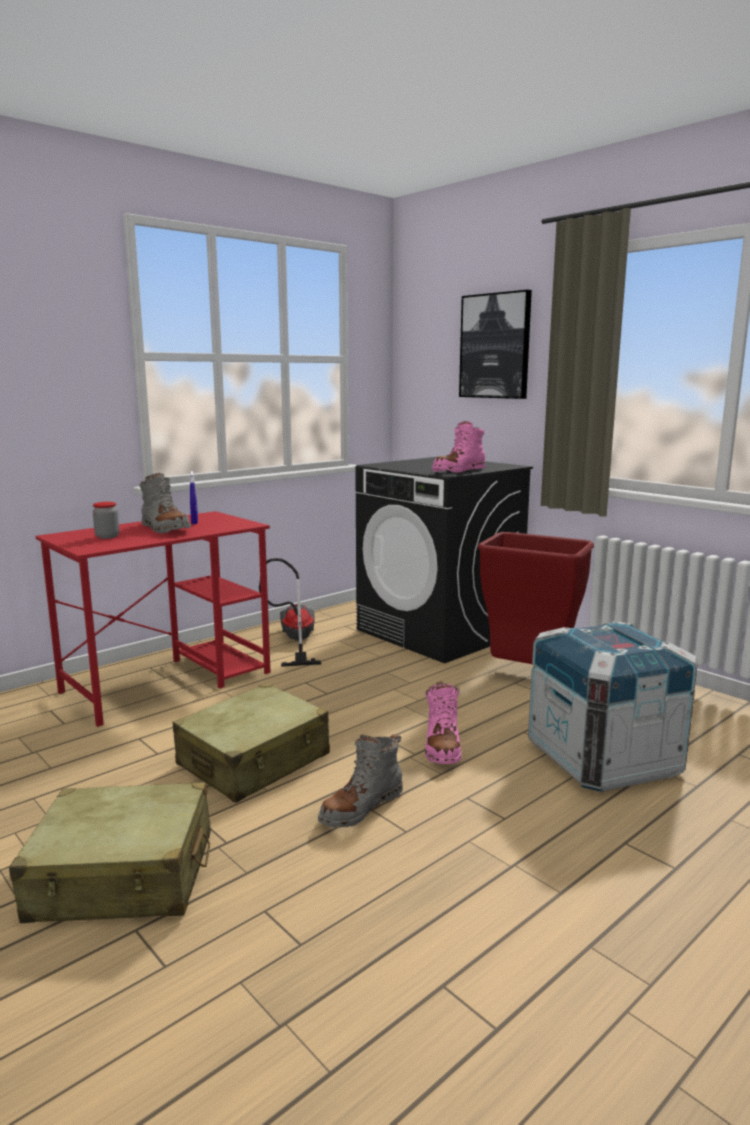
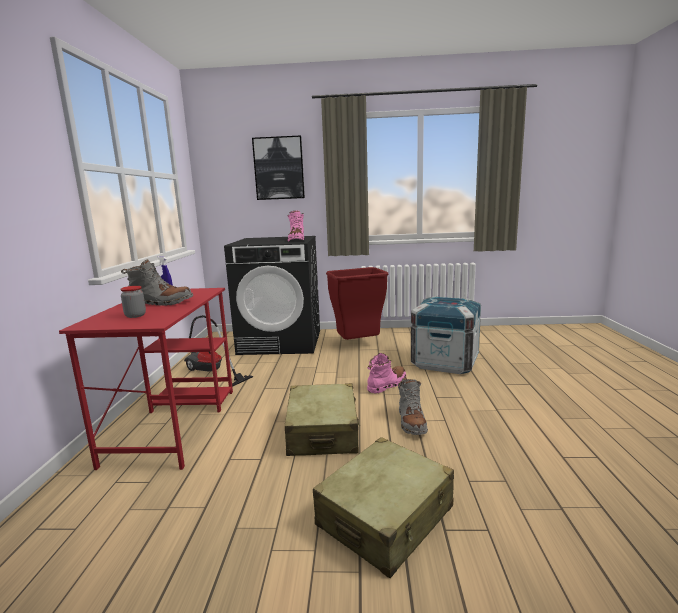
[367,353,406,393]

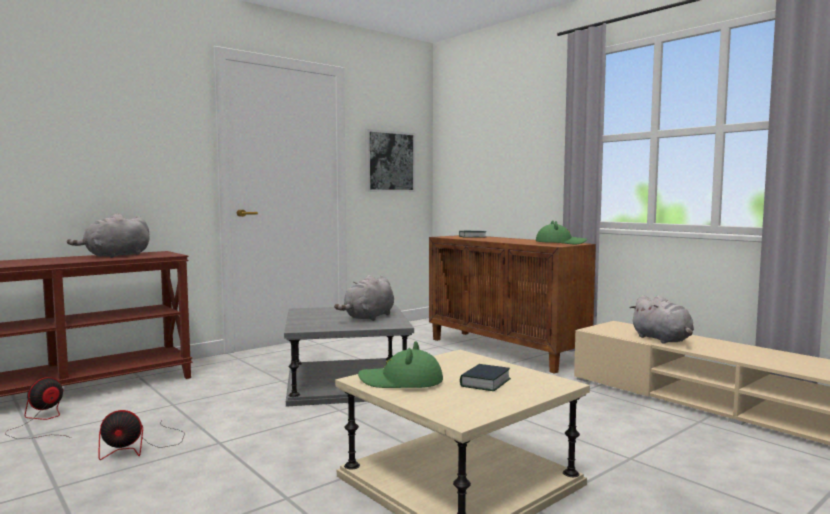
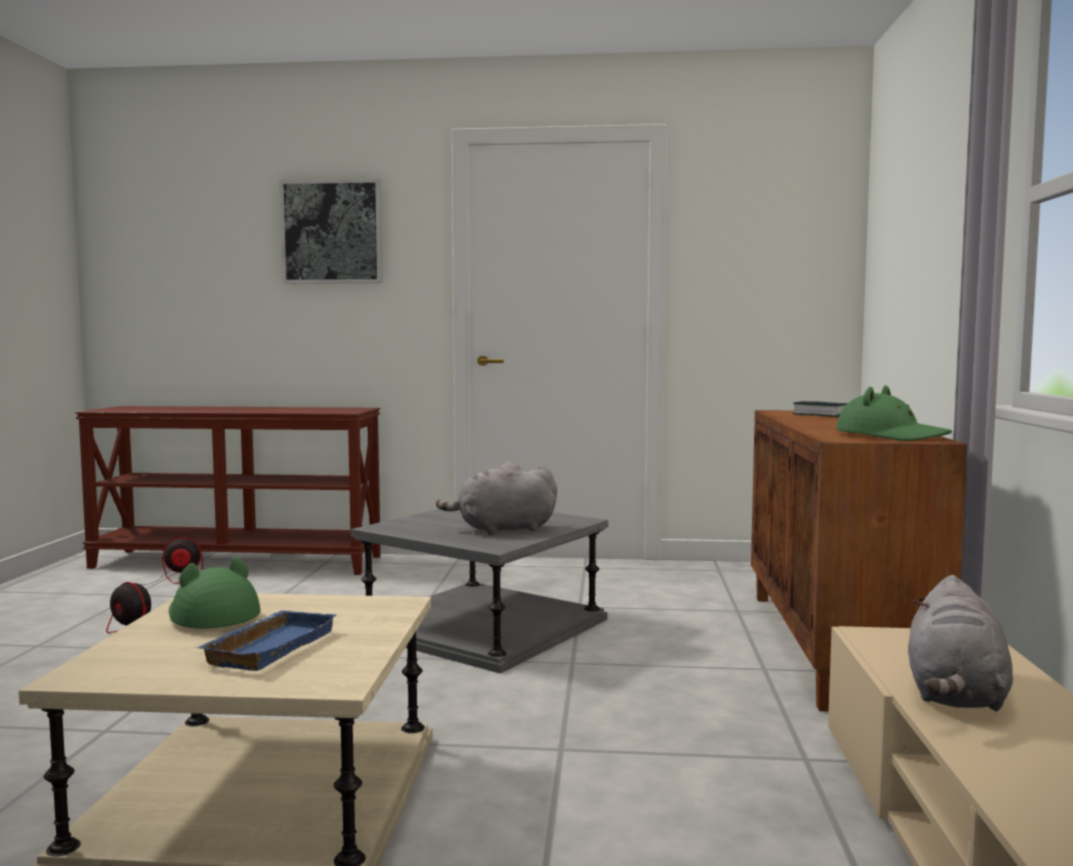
[195,610,336,671]
[279,178,383,284]
[67,214,150,258] (first image)

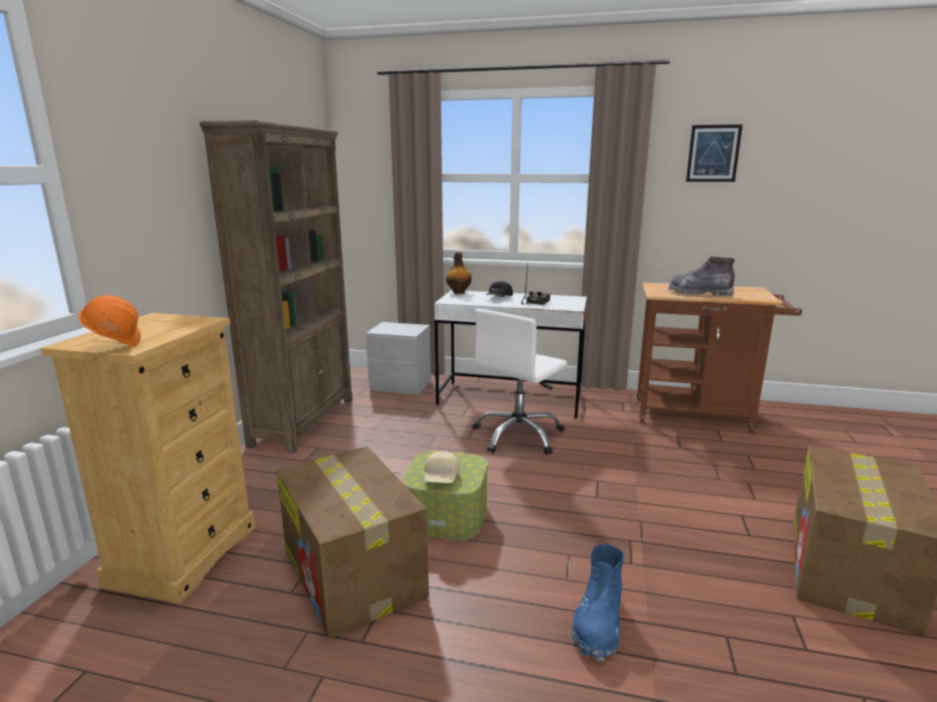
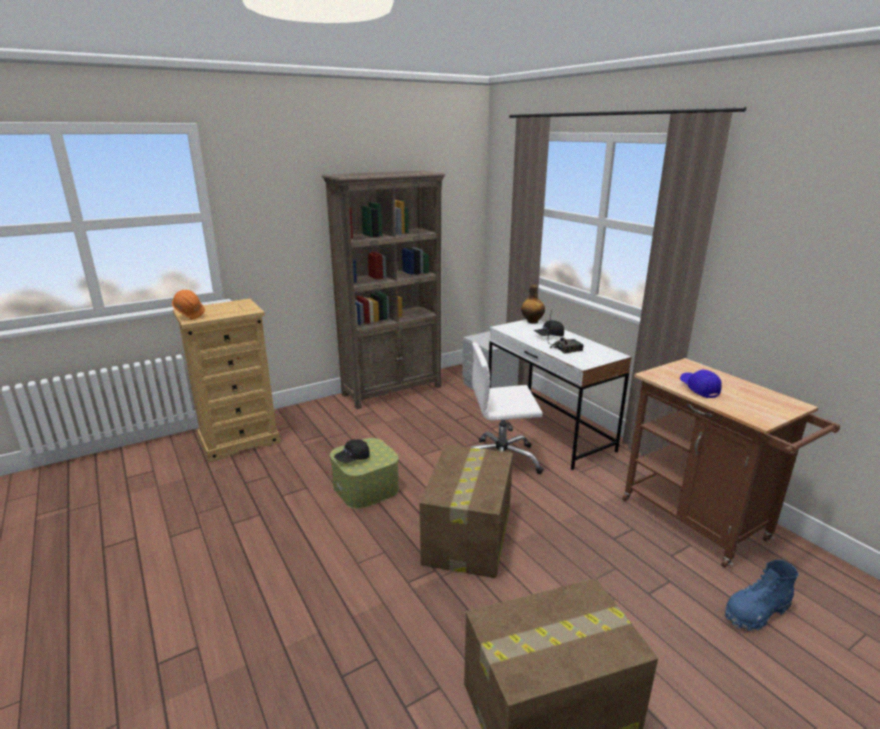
[334,439,370,463]
[419,445,513,578]
[680,370,722,398]
[725,560,798,631]
[686,124,743,182] (first image)

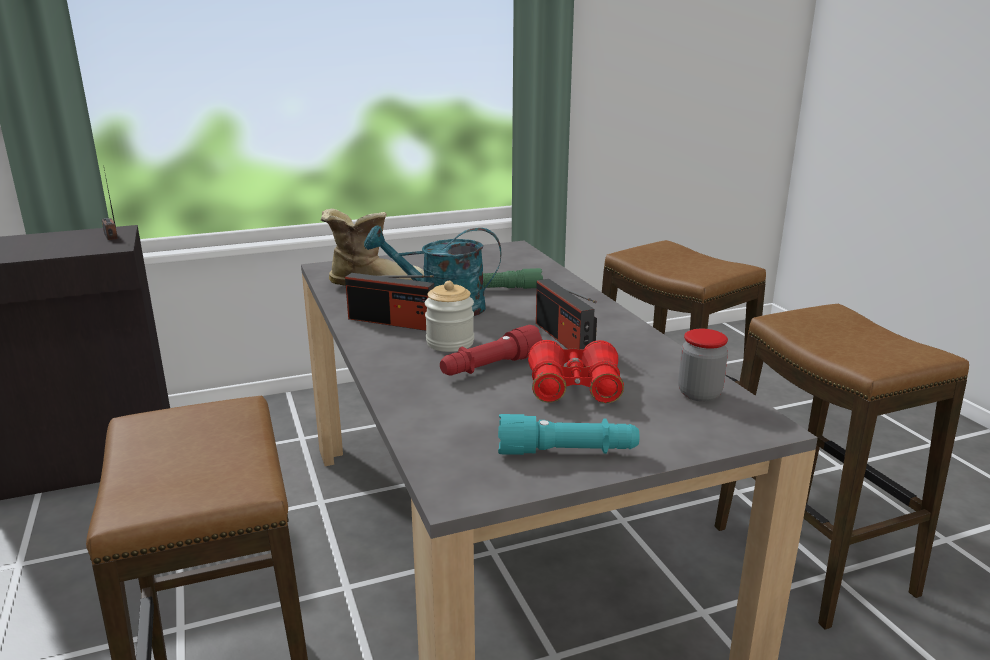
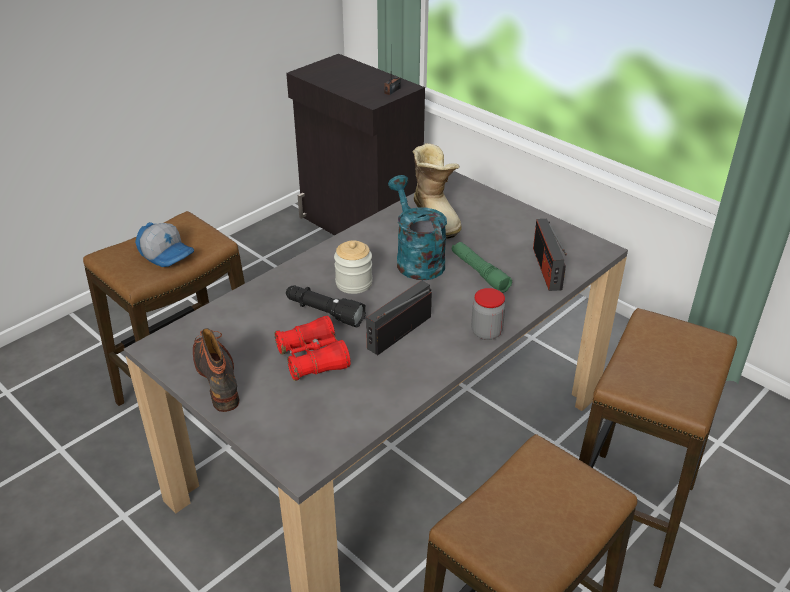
[135,222,194,267]
[193,328,239,412]
[286,285,366,327]
[471,288,505,340]
[533,219,567,291]

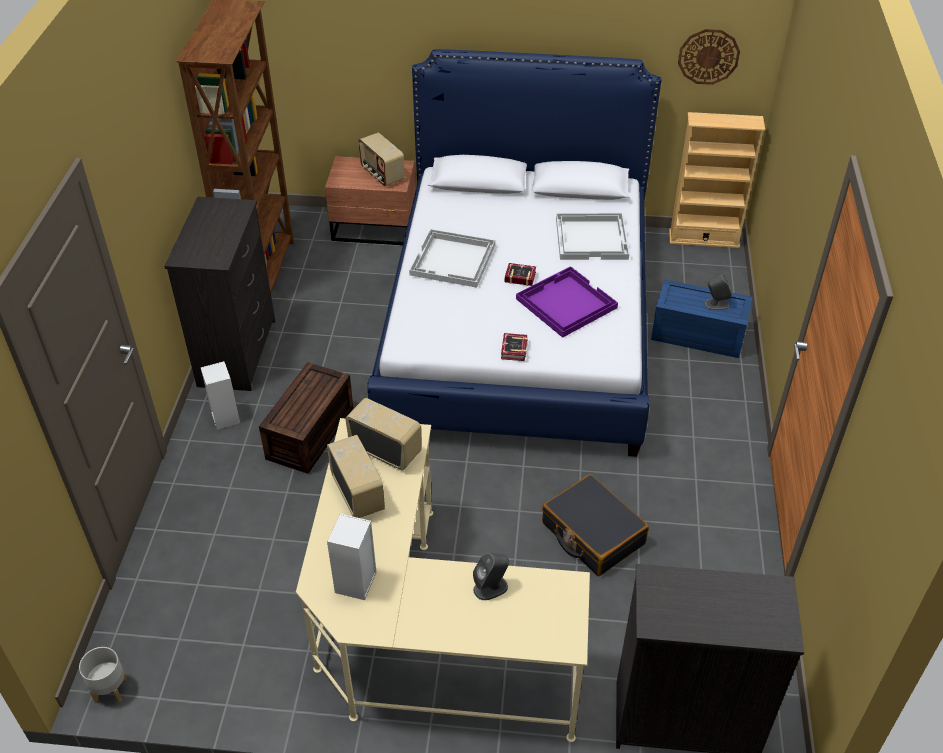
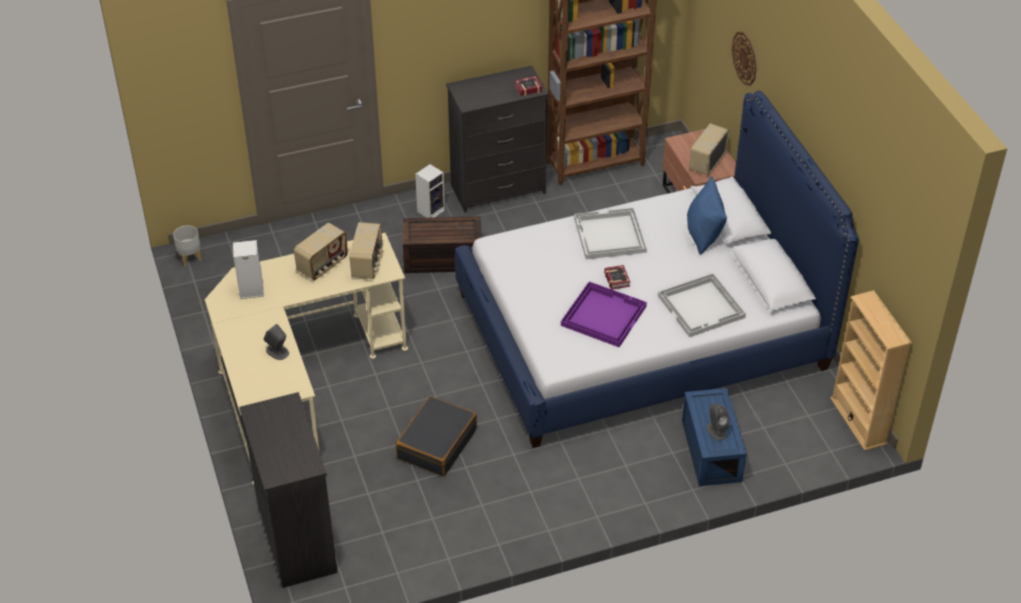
[515,76,543,96]
[687,176,727,255]
[732,32,757,86]

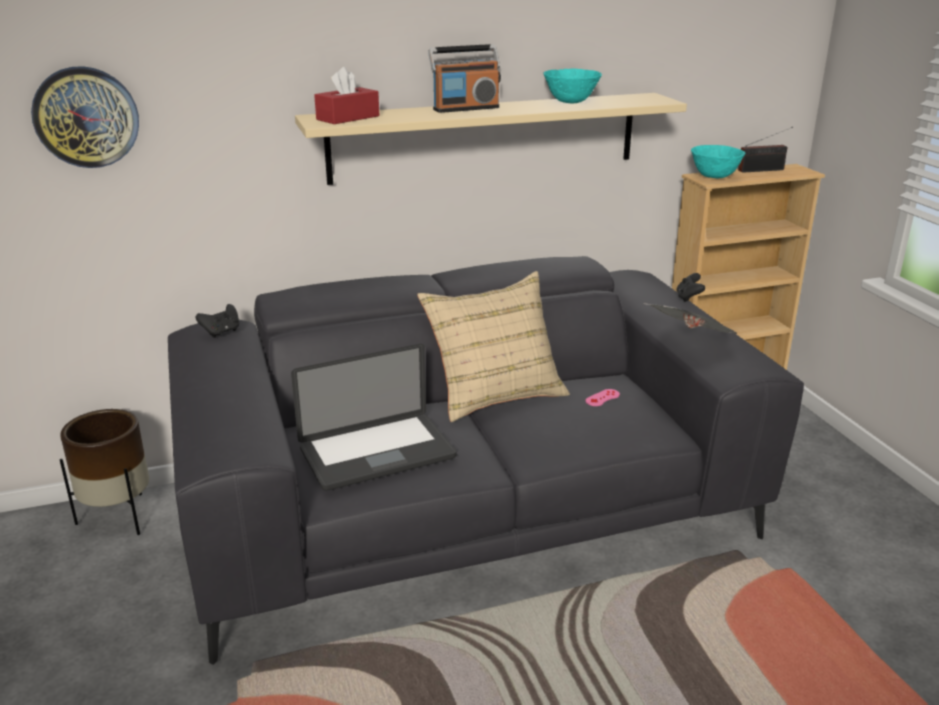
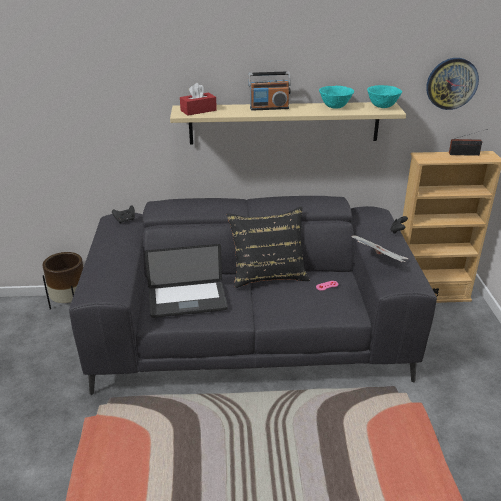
[227,206,310,288]
[367,85,402,108]
[426,58,479,110]

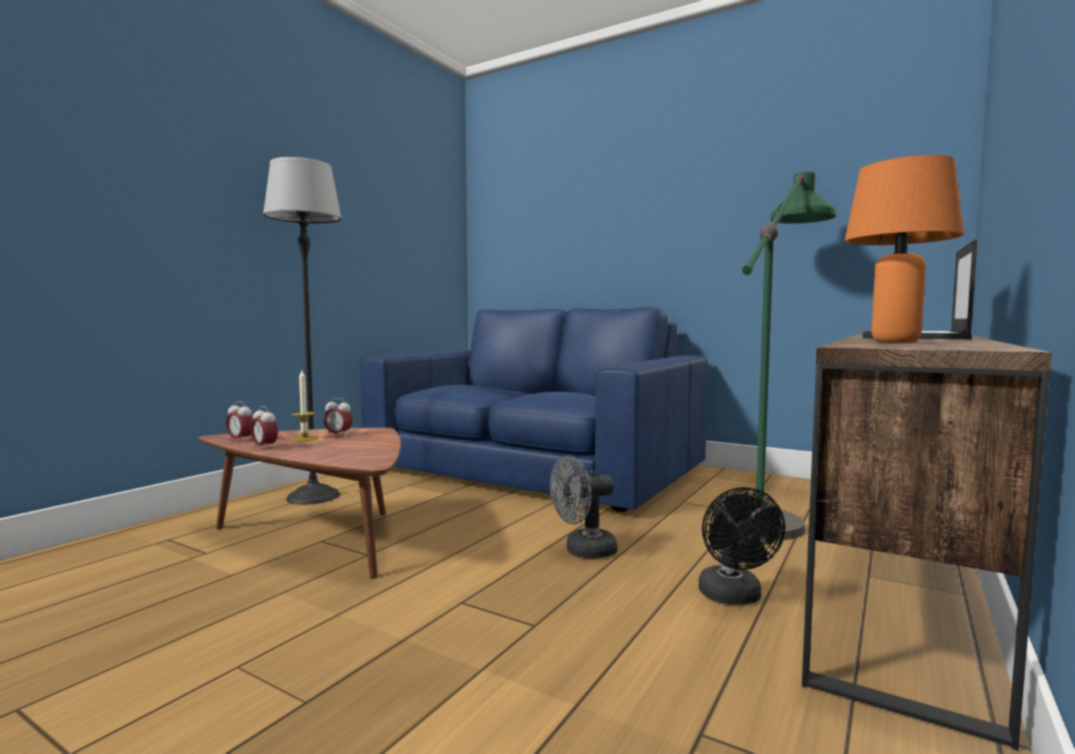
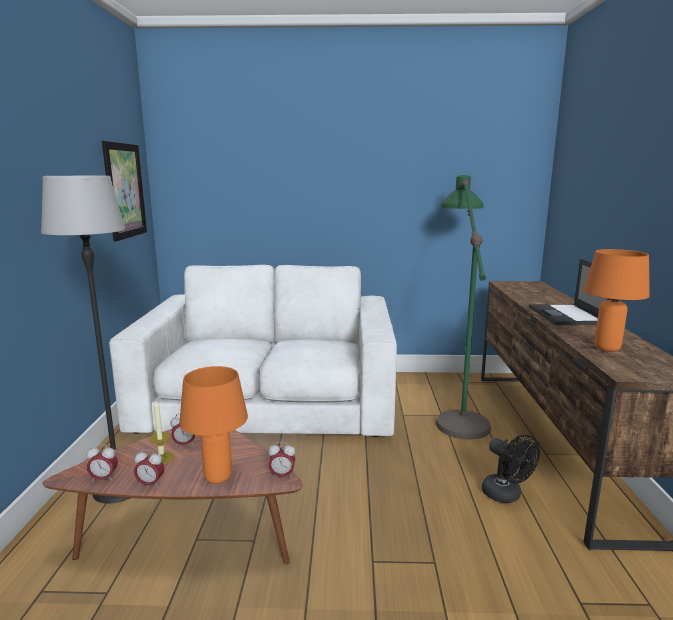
[102,141,147,242]
[109,265,397,437]
[180,366,248,484]
[268,442,295,479]
[550,456,618,559] (first image)

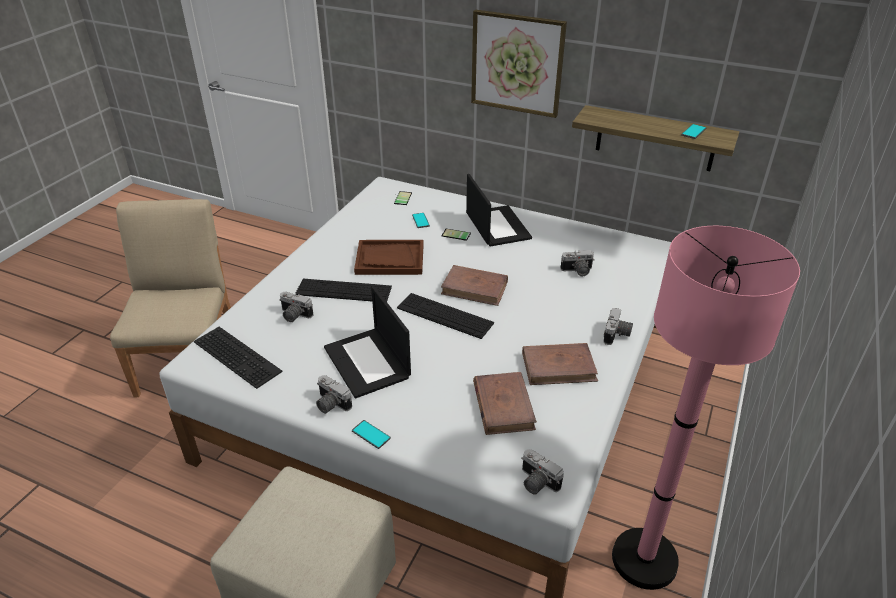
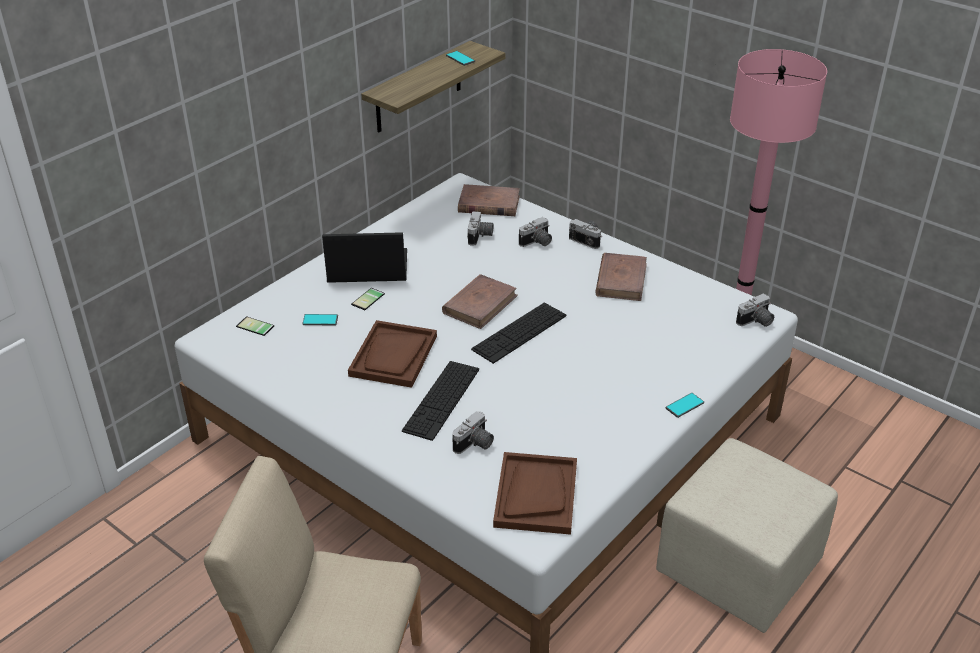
[458,184,520,216]
[493,452,577,535]
[519,217,552,247]
[324,286,411,399] (first image)
[471,10,567,118] (first image)

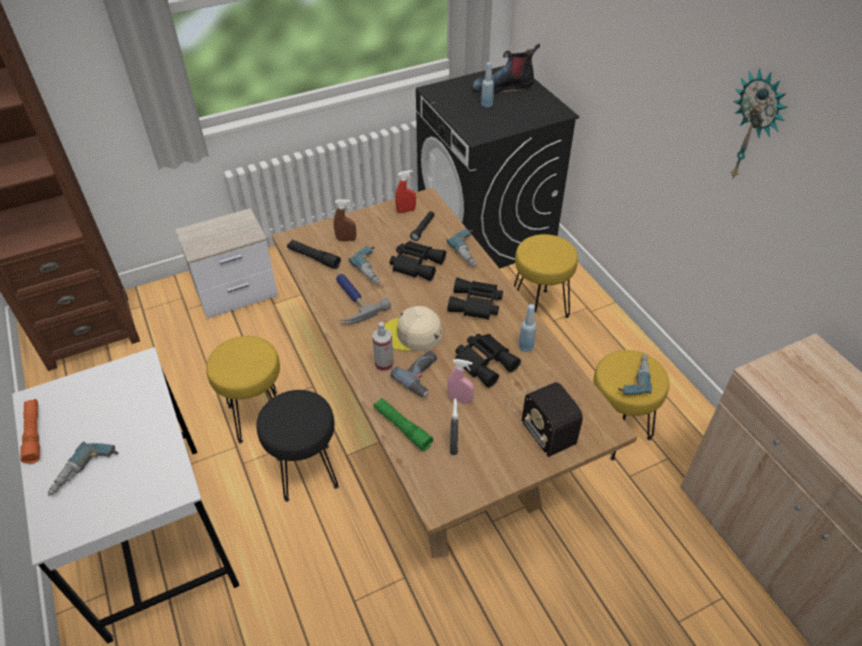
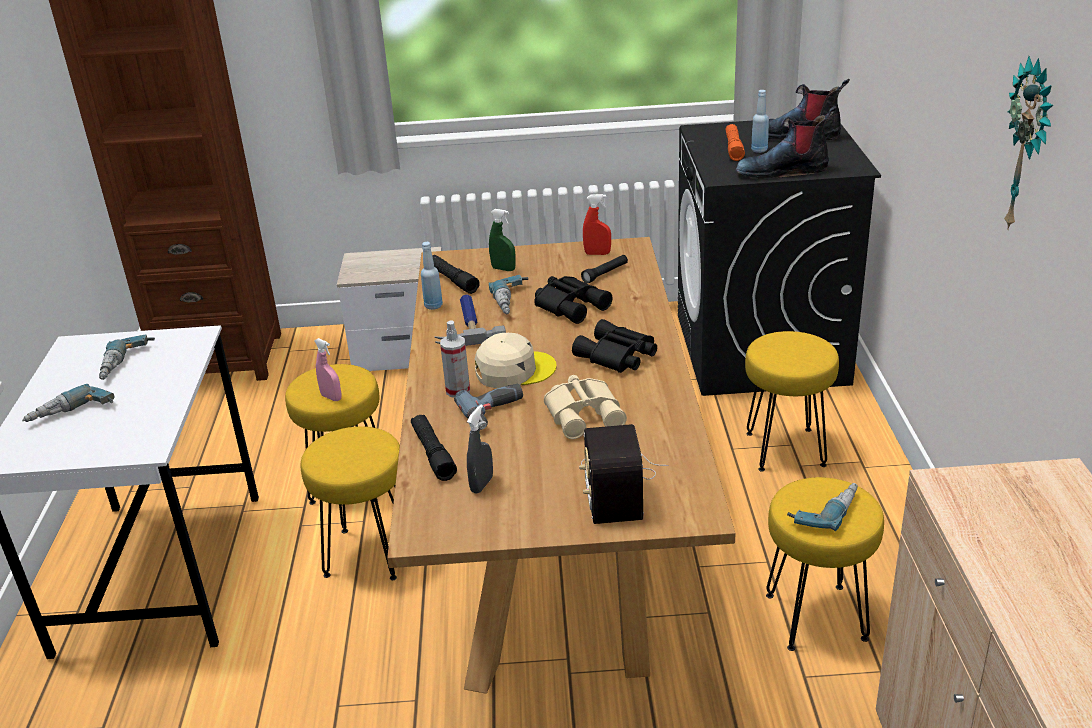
[99,334,155,380]
[301,426,400,580]
[314,338,341,401]
[411,415,457,481]
[421,242,443,310]
[475,333,557,388]
[489,209,516,271]
[544,375,627,439]
[726,124,745,161]
[736,106,836,179]

